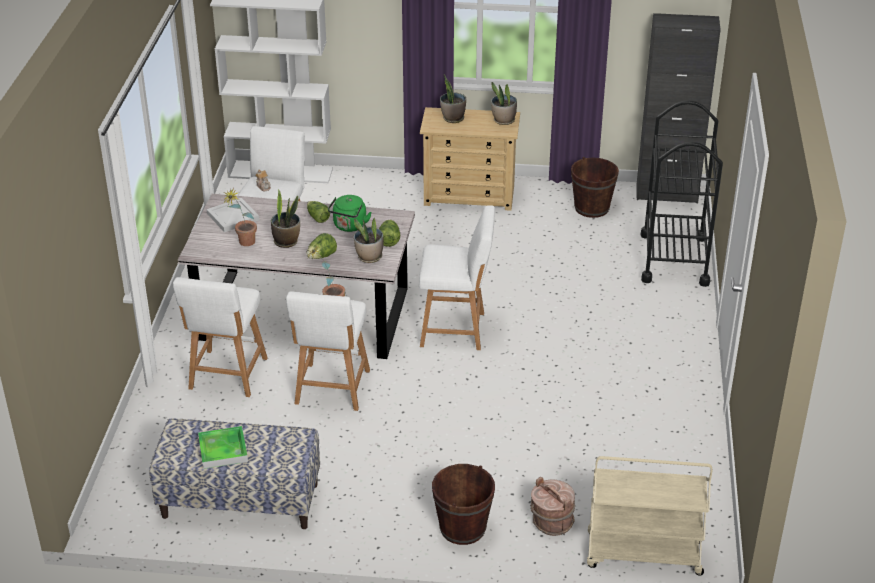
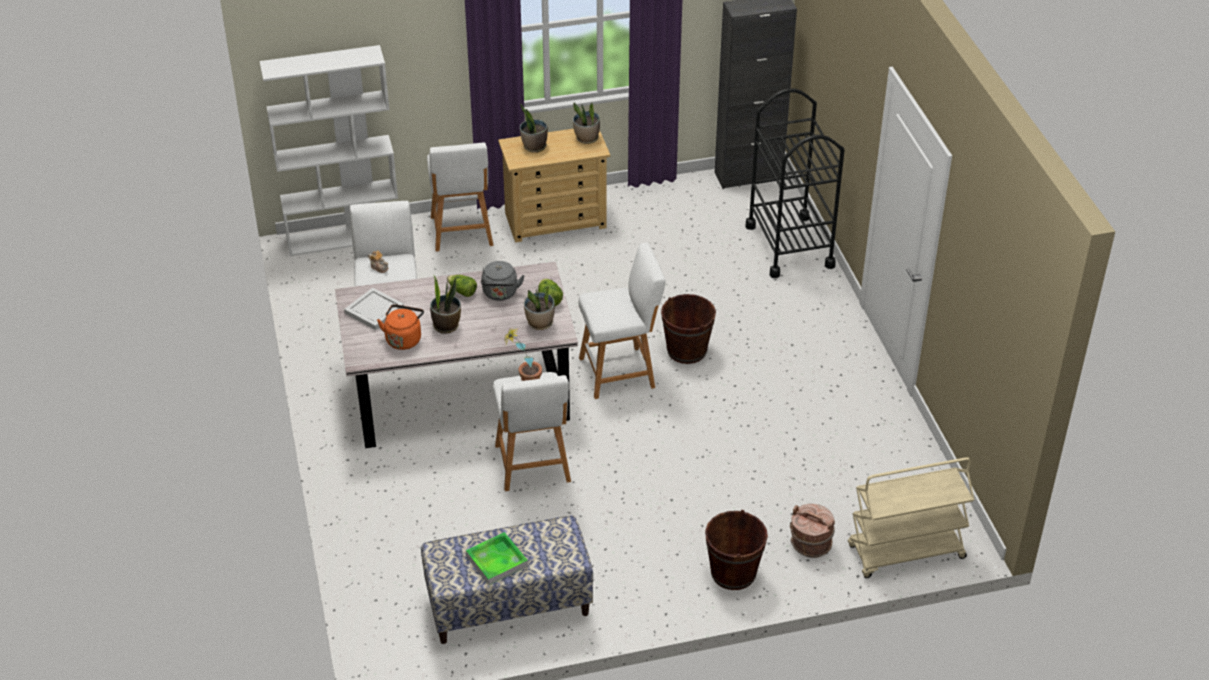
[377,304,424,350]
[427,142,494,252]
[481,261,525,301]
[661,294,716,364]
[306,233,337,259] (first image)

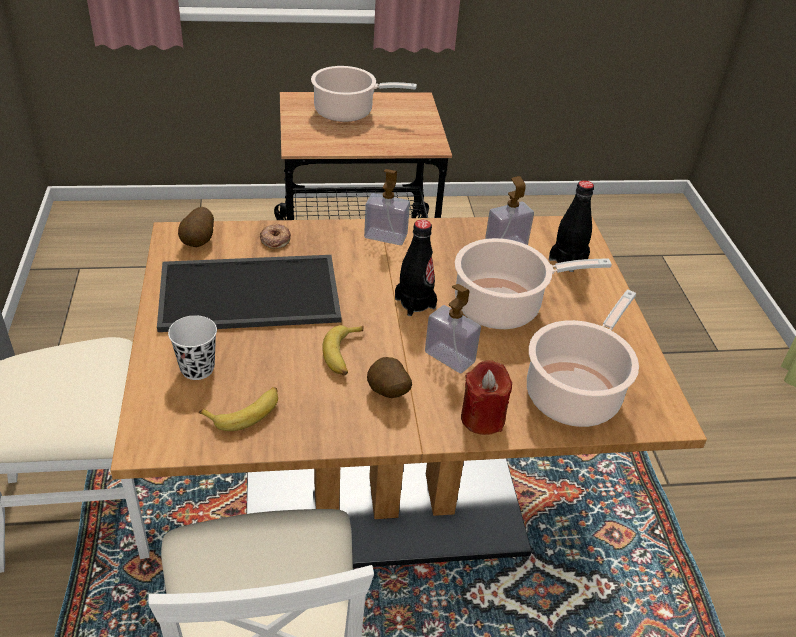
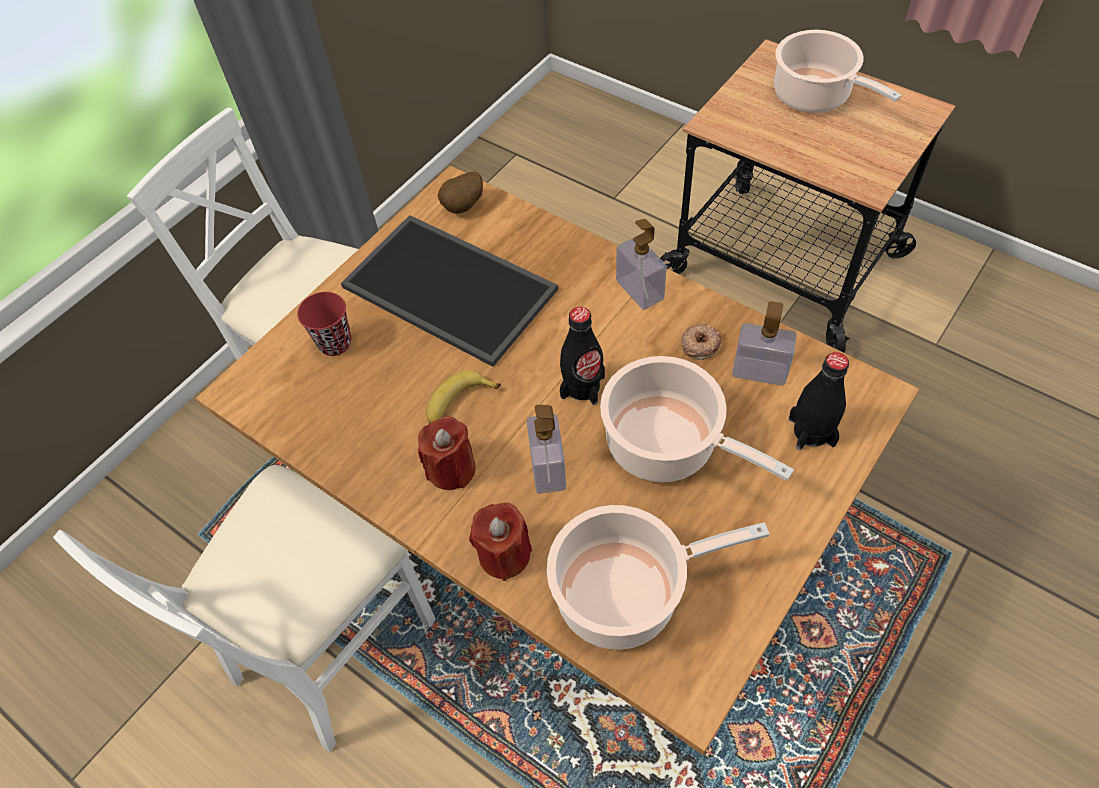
[297,292,351,356]
[418,416,475,490]
[682,324,721,360]
[198,387,278,431] (first image)

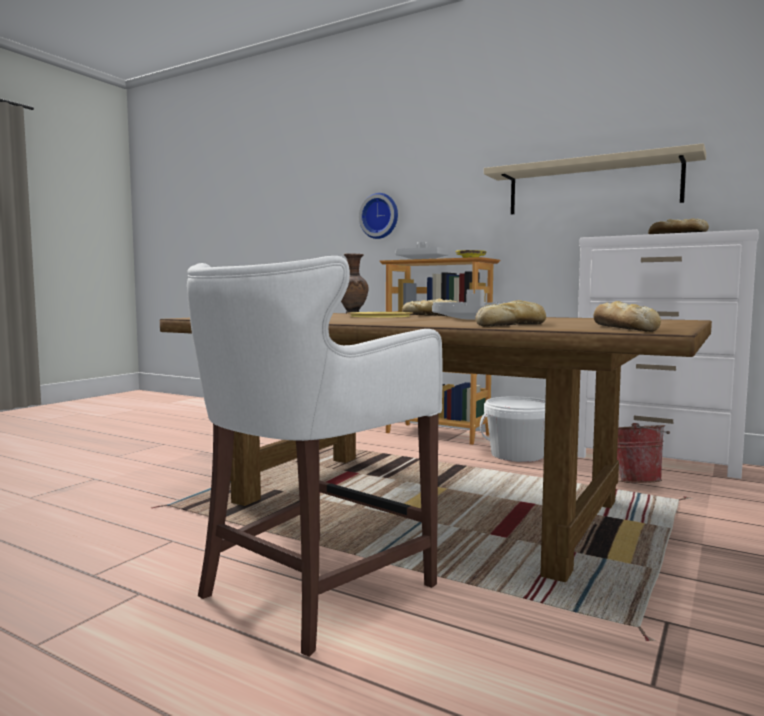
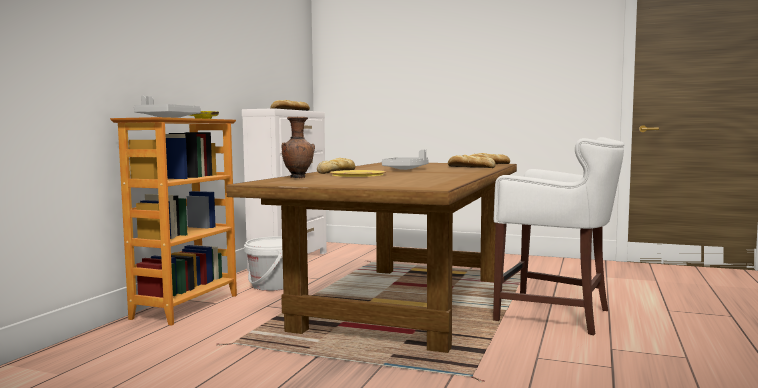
[359,193,398,239] (first image)
[484,143,706,214] (first image)
[617,423,670,483] (first image)

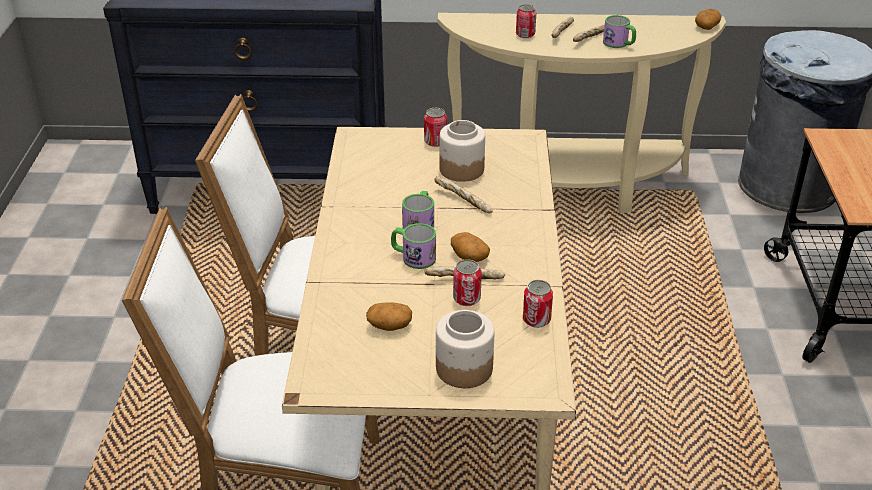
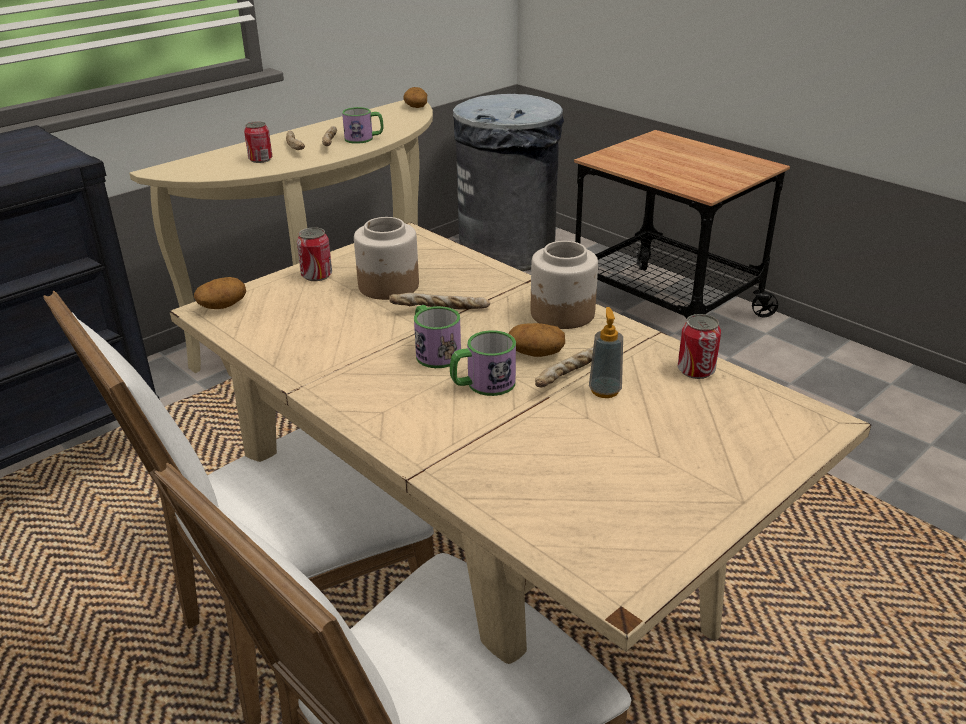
[194,277,246,309]
[531,241,598,329]
[589,307,623,398]

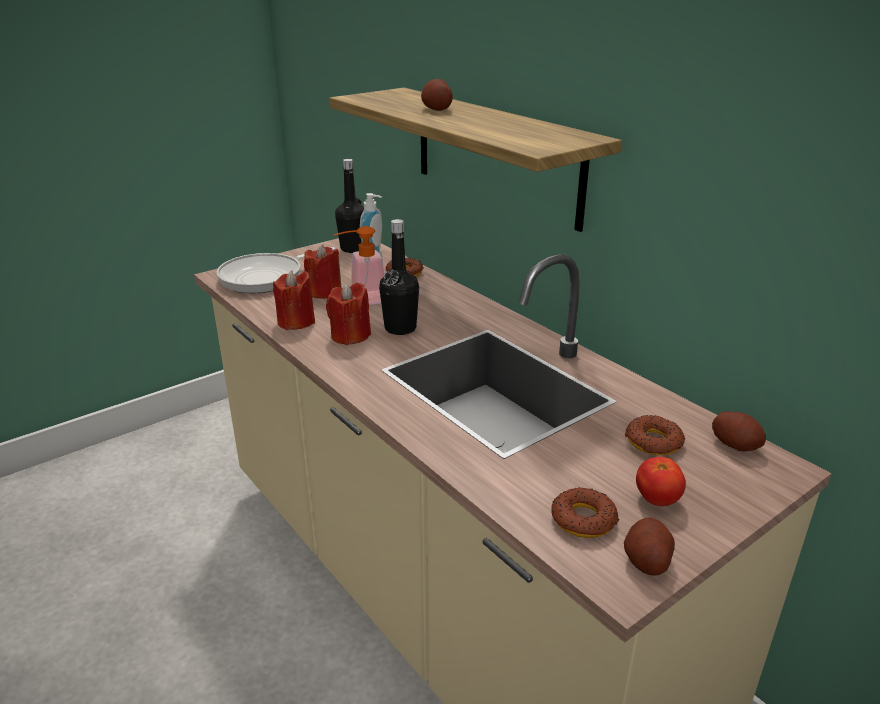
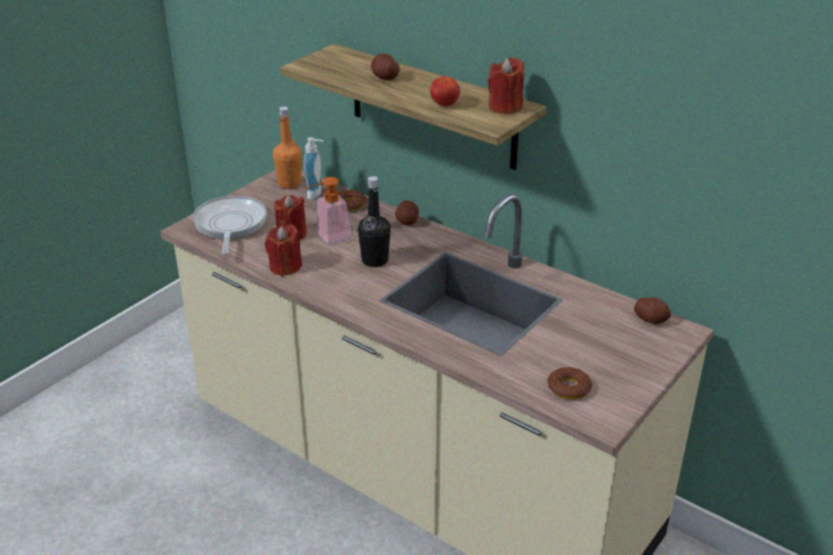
[193,196,267,255]
[273,106,302,189]
[395,200,419,226]
[430,76,460,106]
[488,58,524,114]
[625,415,685,455] (first image)

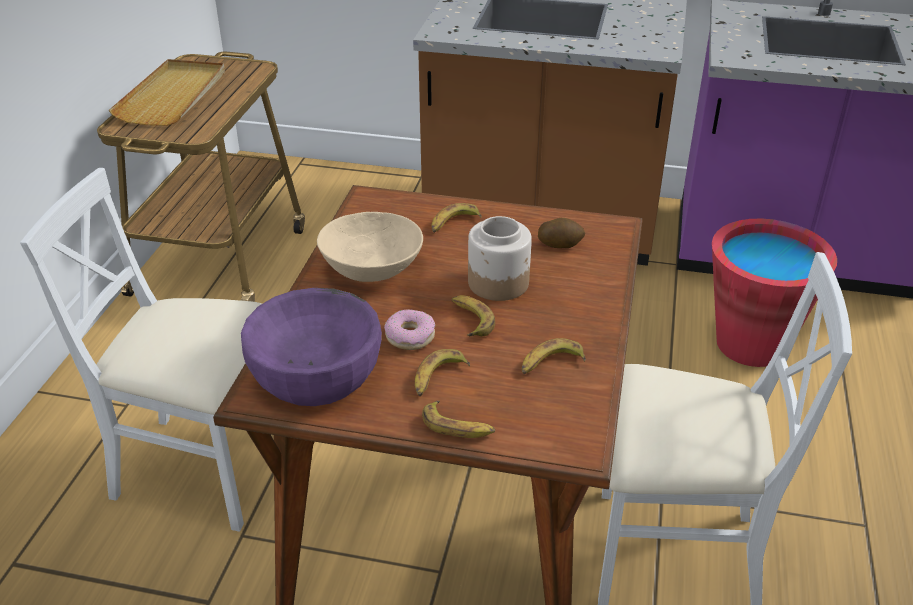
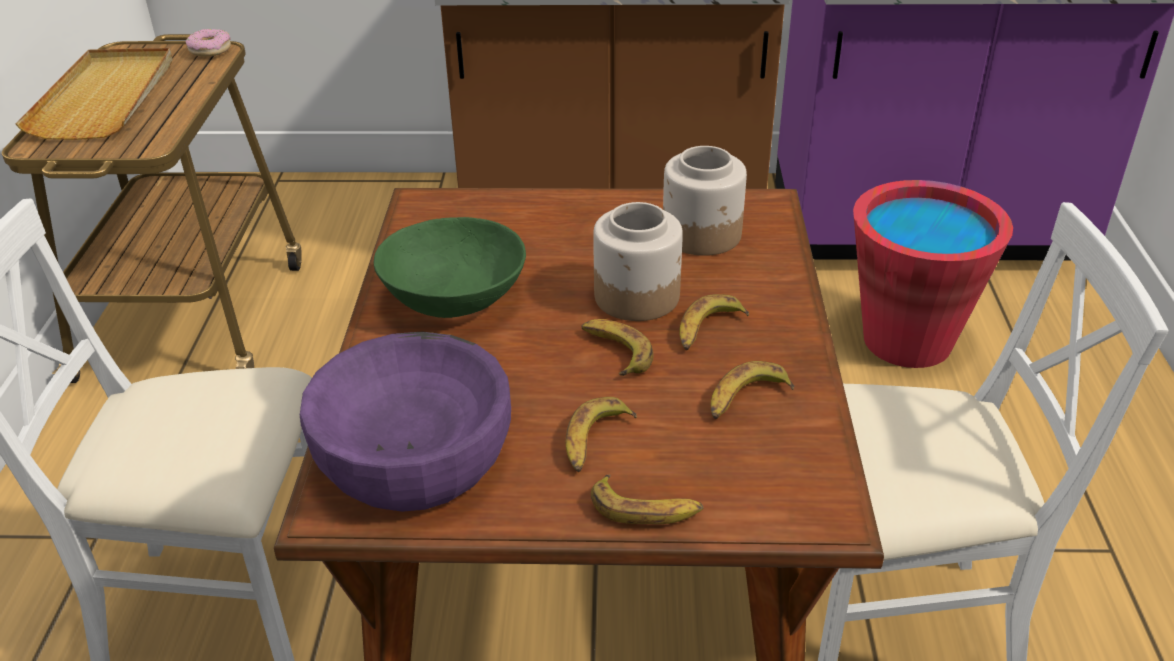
[186,29,231,57]
[374,217,526,318]
[663,146,747,256]
[679,294,749,350]

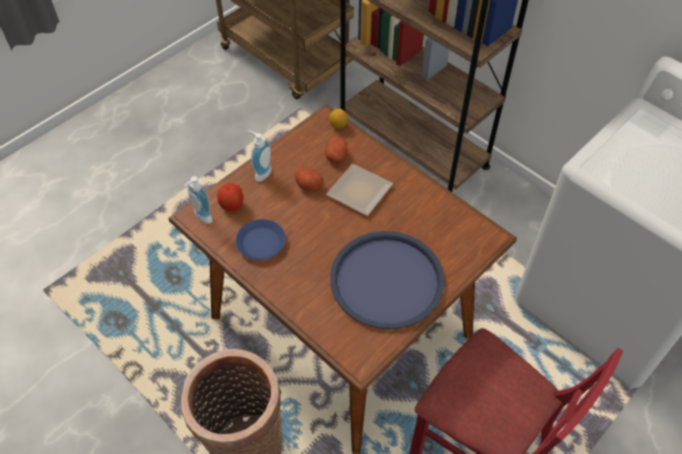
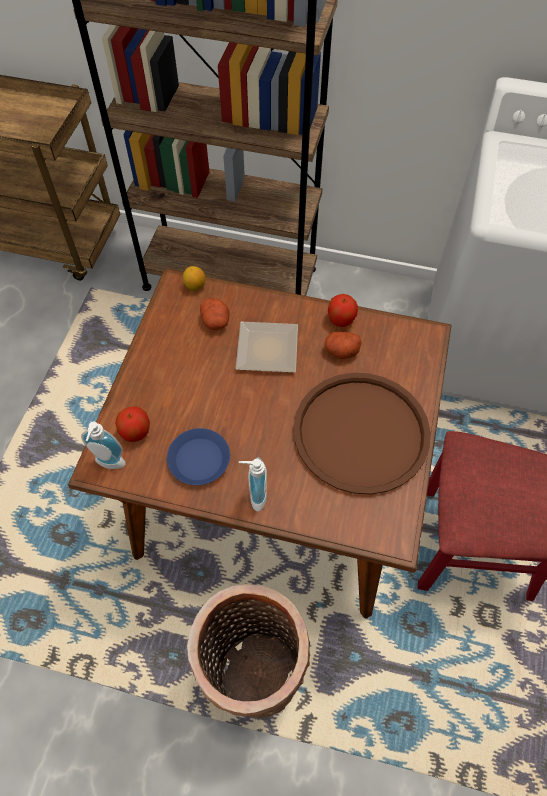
[239,457,267,512]
[293,373,431,494]
[325,332,362,359]
[328,294,358,327]

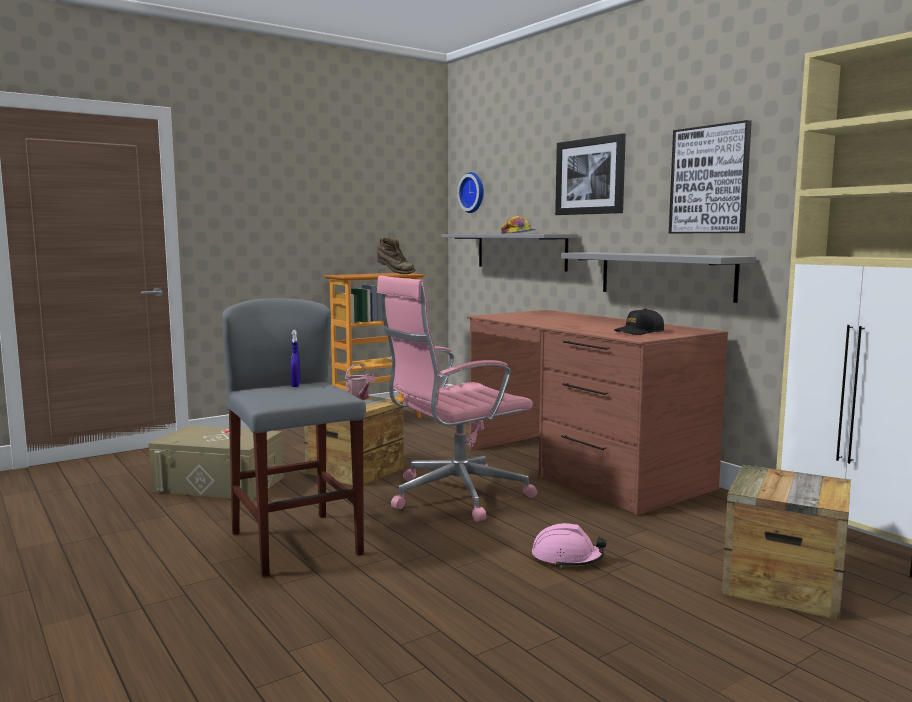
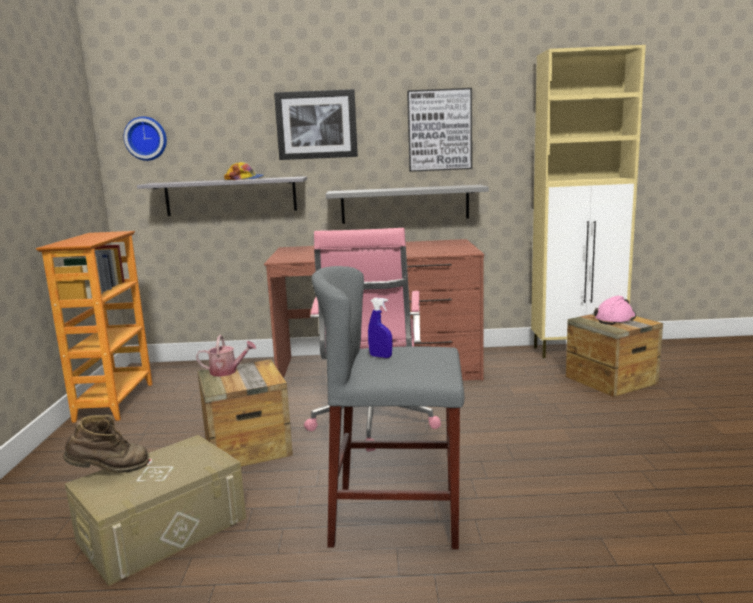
[63,415,150,473]
[594,296,636,325]
[614,309,664,335] (first image)

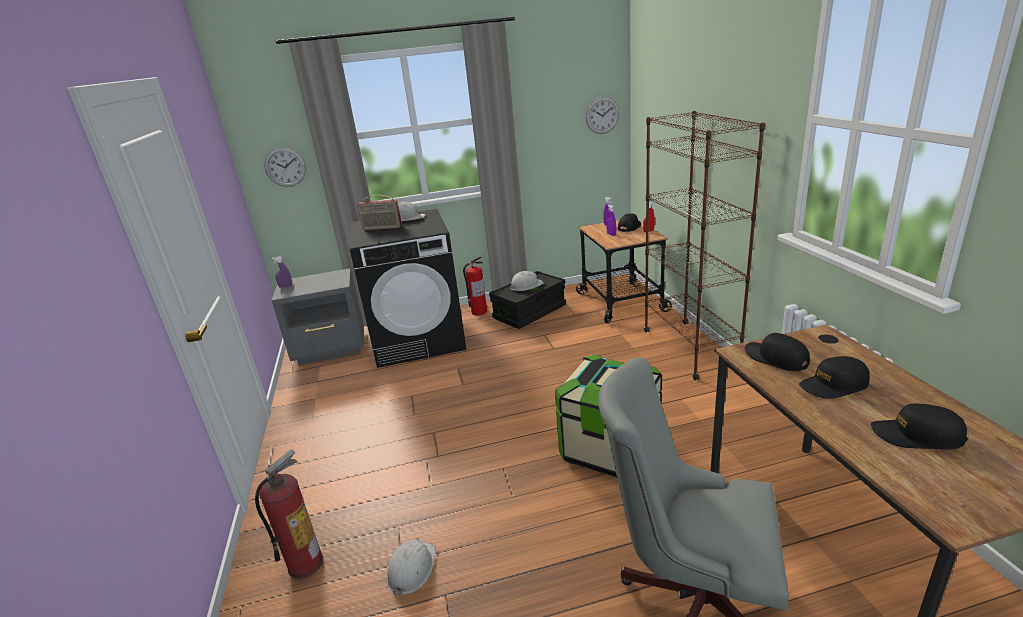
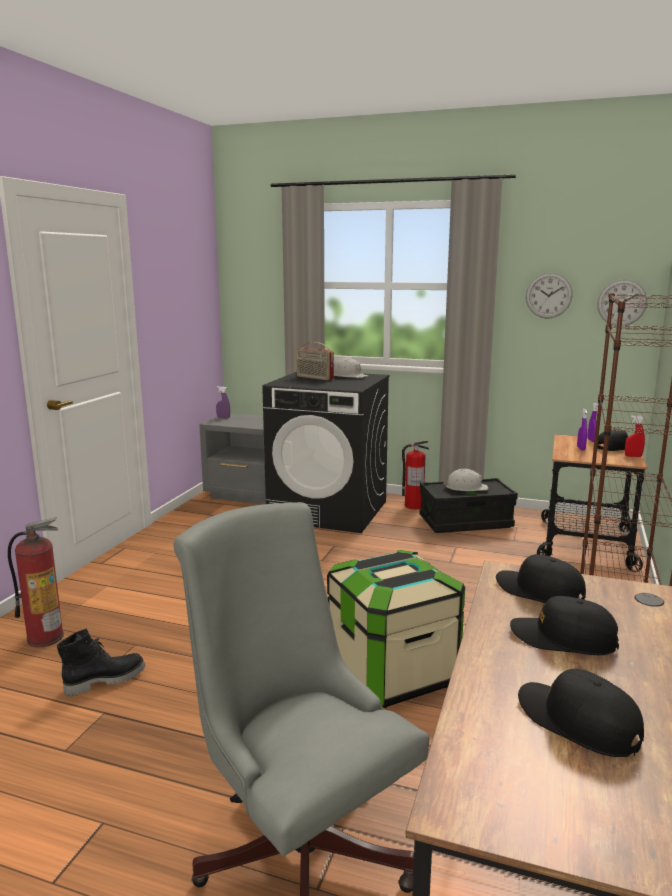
[57,628,145,696]
[496,554,586,603]
[526,273,573,319]

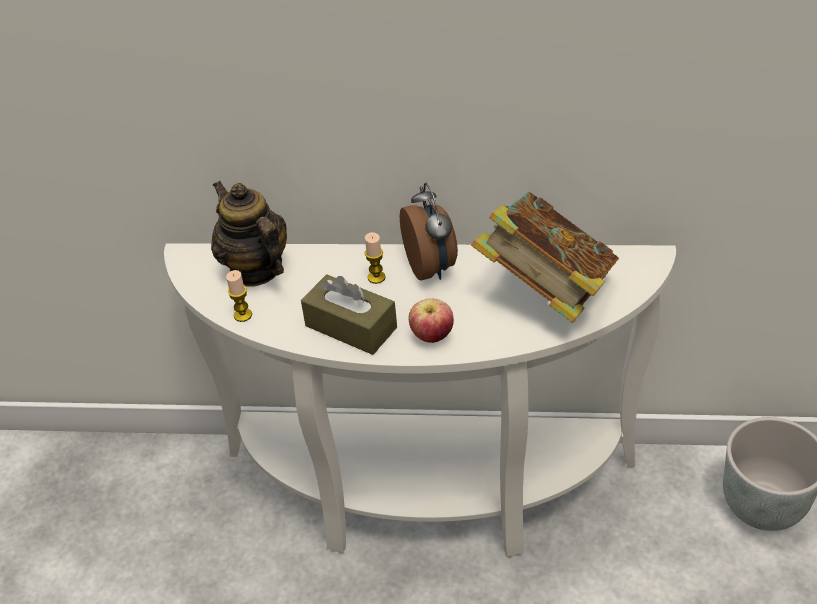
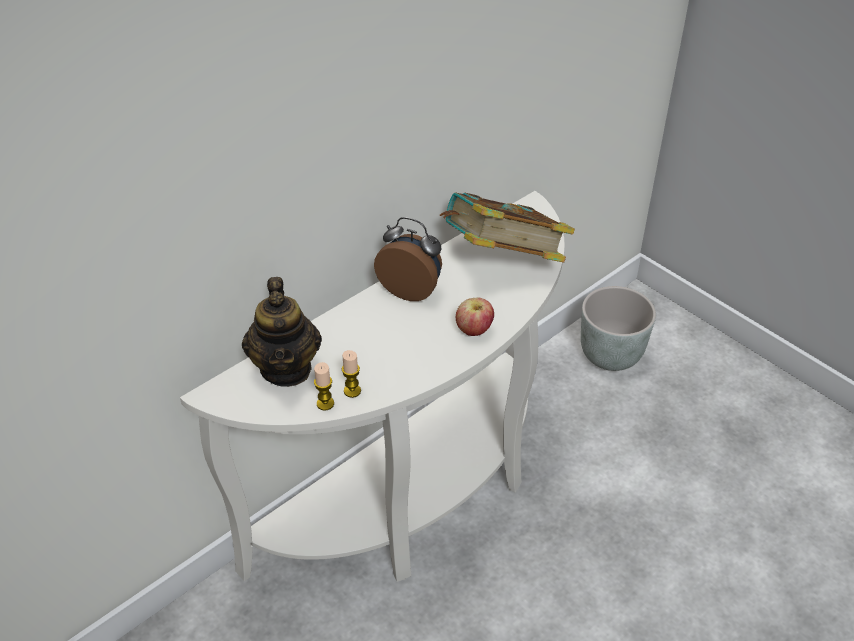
[242,277,322,387]
[342,350,361,398]
[301,274,397,355] (first image)

